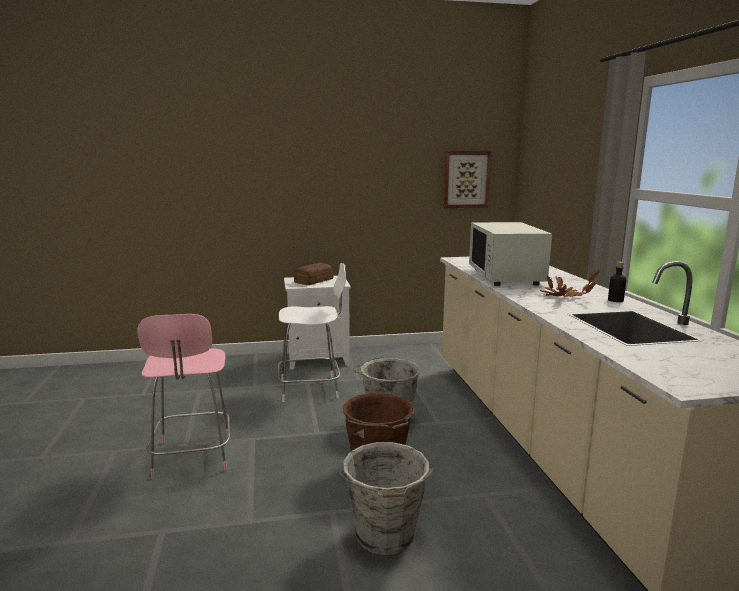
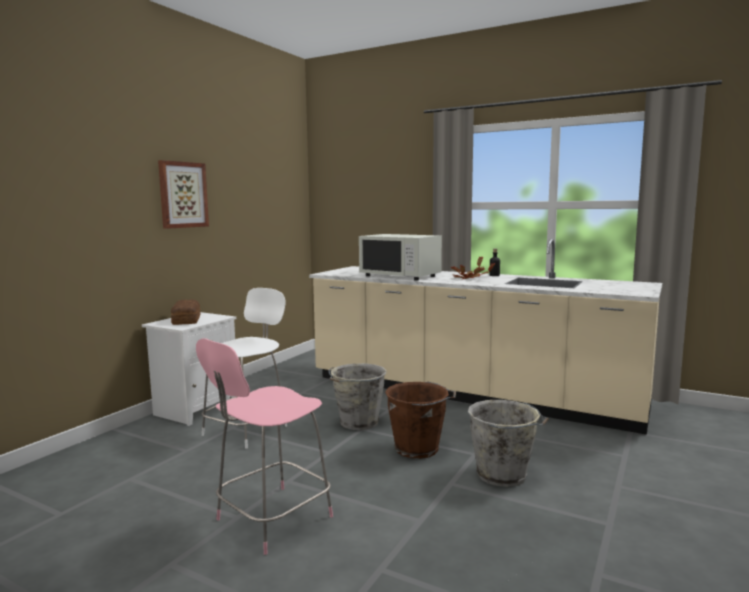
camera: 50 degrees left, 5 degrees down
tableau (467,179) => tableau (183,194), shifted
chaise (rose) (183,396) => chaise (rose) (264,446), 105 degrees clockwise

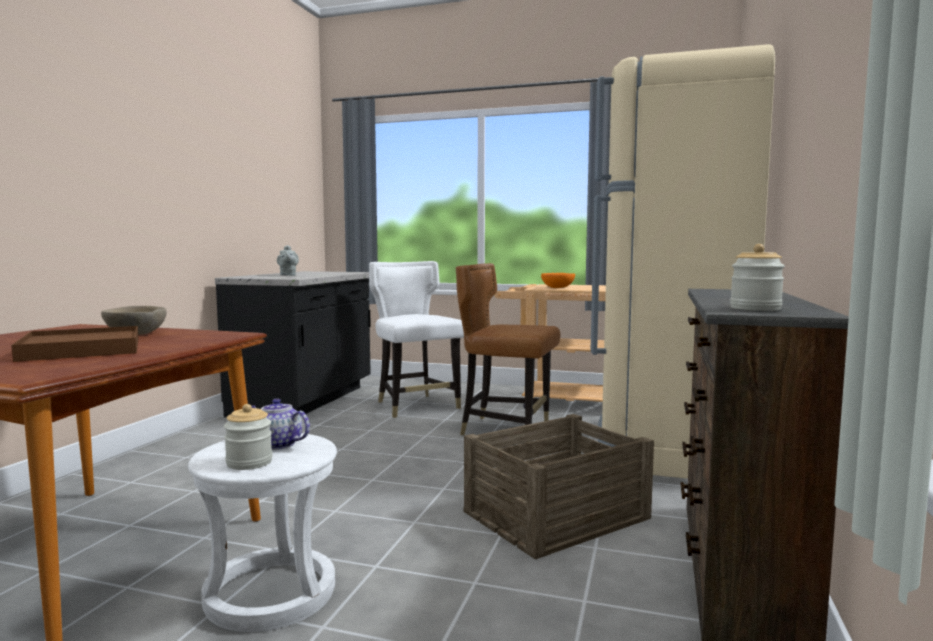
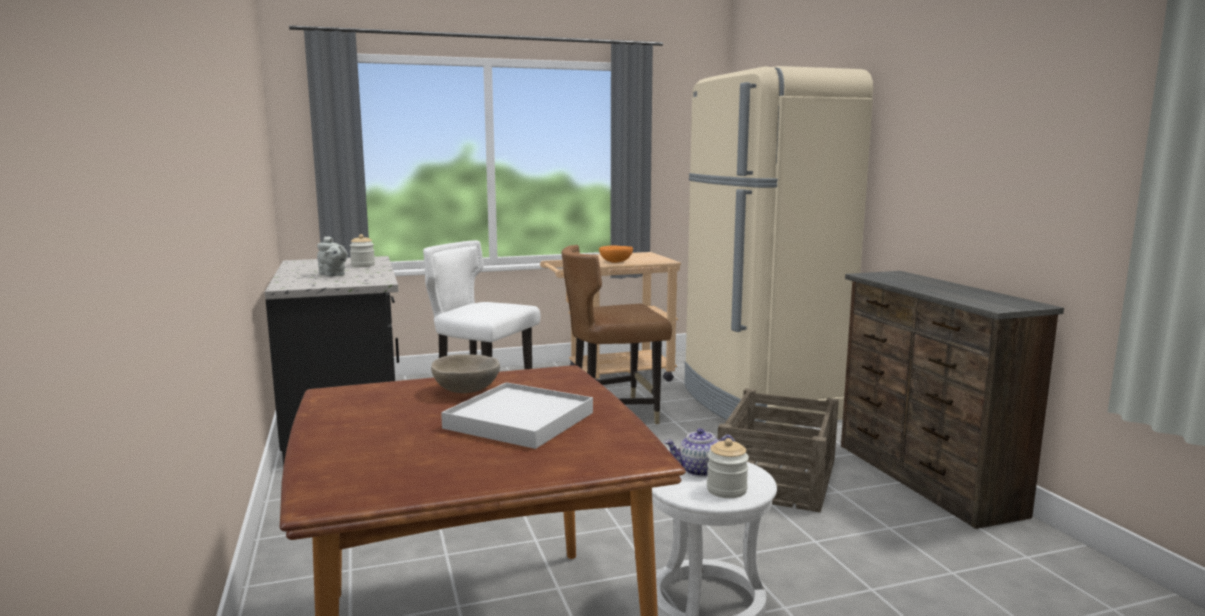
camera: 35 degrees left, 5 degrees up
bocal (757,277) => bocal (362,250), shifted
plateau (marron) (74,344) => plateau (blanc) (517,415)

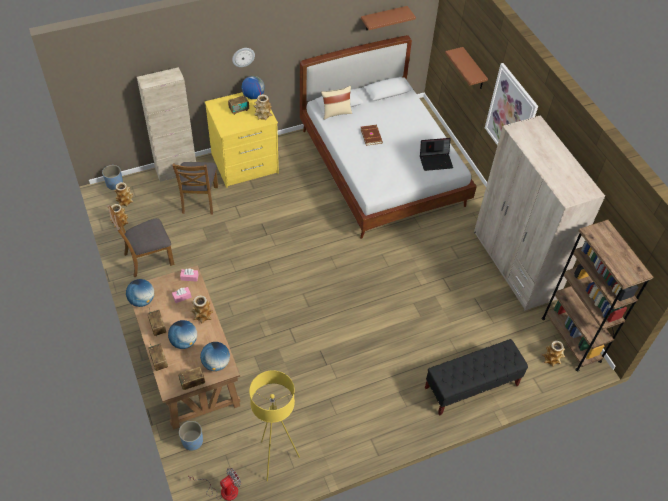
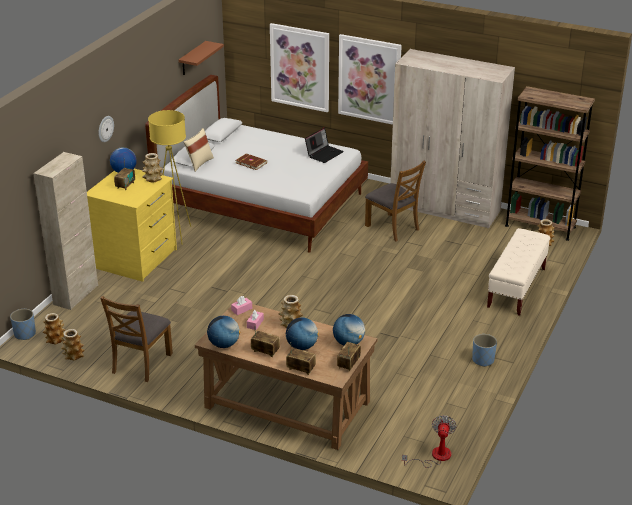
camera: 40 degrees left, 20 degrees down
chaise (marron) (195,188) => chaise (marron) (395,201), shifted
cache-pot (bleu) (191,436) => cache-pot (bleu) (484,350), shifted
lampadaire (jaune) (274,425) => lampadaire (jaune) (169,177), shifted
étagère (marron) (466,68) => tableau (299,67)
banc (noir) (476,377) => banc (beige) (518,272)

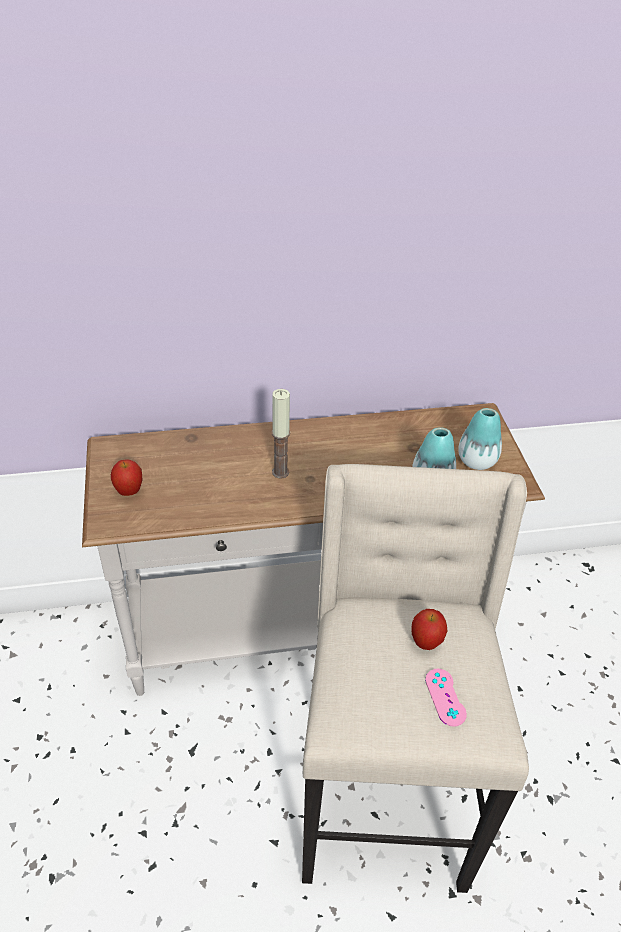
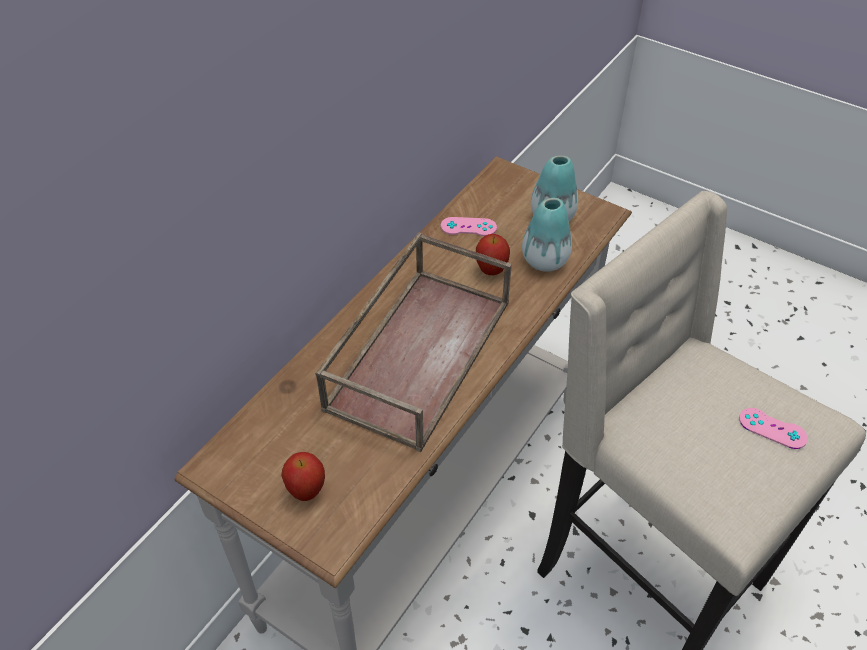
camera: 45 degrees left, 5 degrees up
nothing => manette (rose) (469,226)
pomme (429,629) => pomme (493,254), shifted
bougie (281,434) => plateau (marron) (413,342)

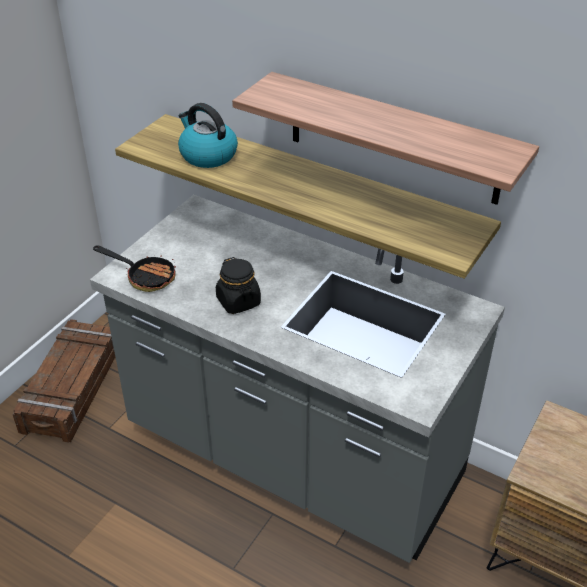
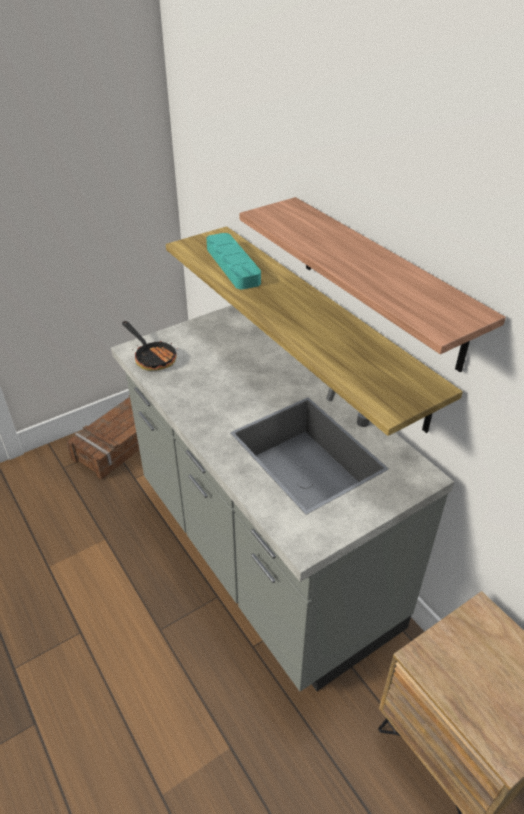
camera: 25 degrees right, 0 degrees up
bocal (noir) (238,285) => nothing
bouilloire (208,135) => plateau (turquoise) (233,261)

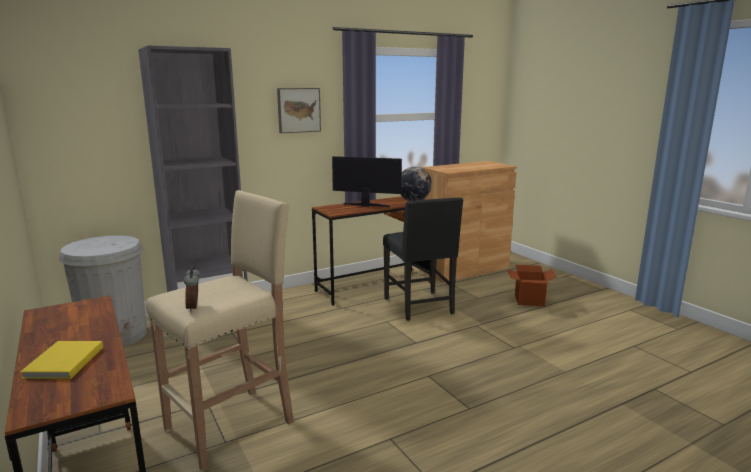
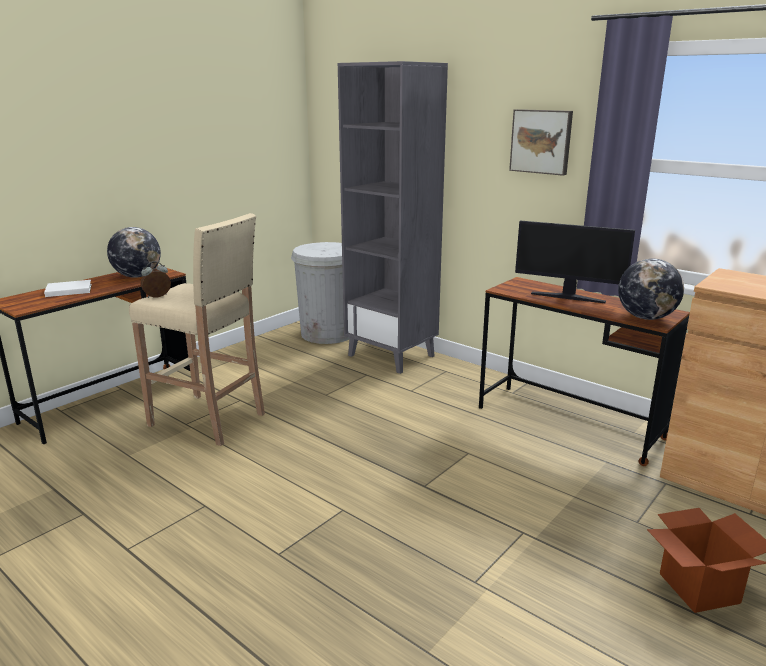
camera: 70 degrees right, 5 degrees up
chaise (noir) (423,259) => nothing
nothing => globe (134,252)
livre (jaune) (61,360) => livre (blanc) (68,288)
écran d'ordinateur (367,181) => écran d'ordinateur (575,262), 120 degrees clockwise

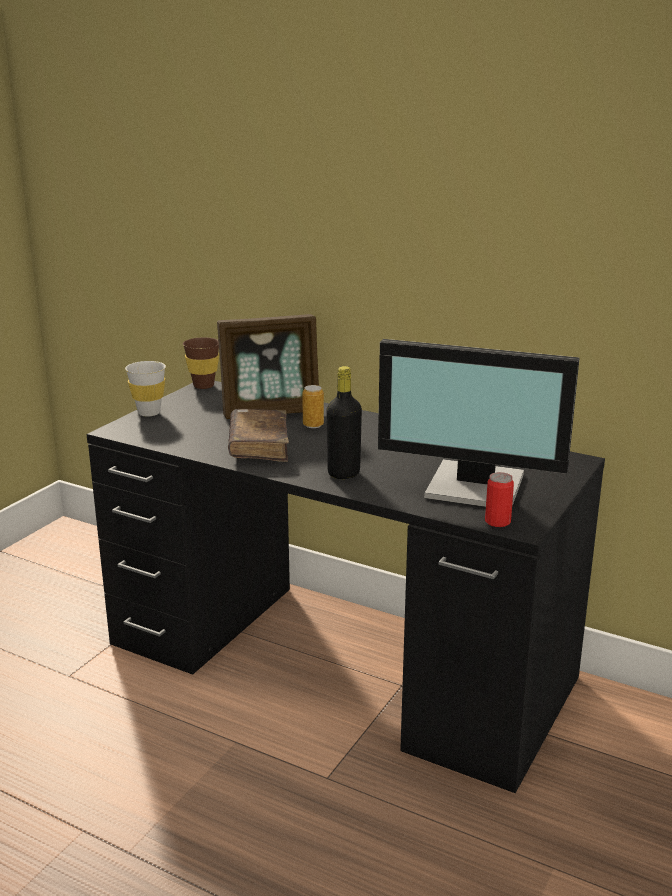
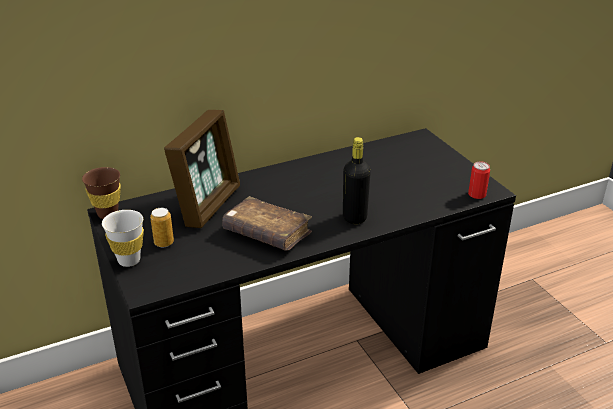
camera: 55 degrees left, 10 degrees up
écran d'ordinateur (479,423) => nothing
boîte métallique (313,406) => boîte métallique (162,227), shifted

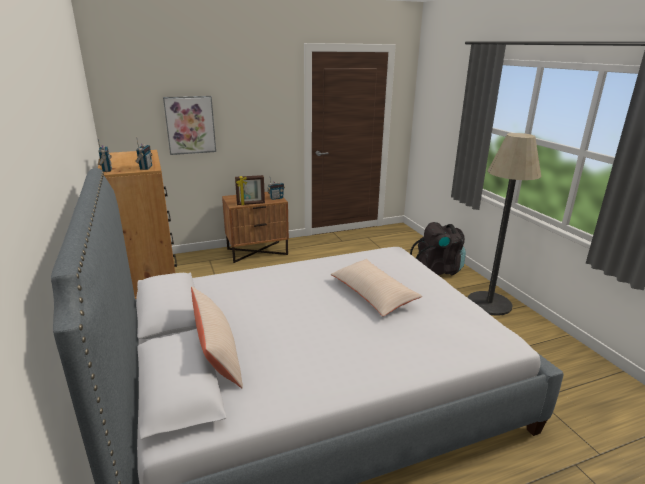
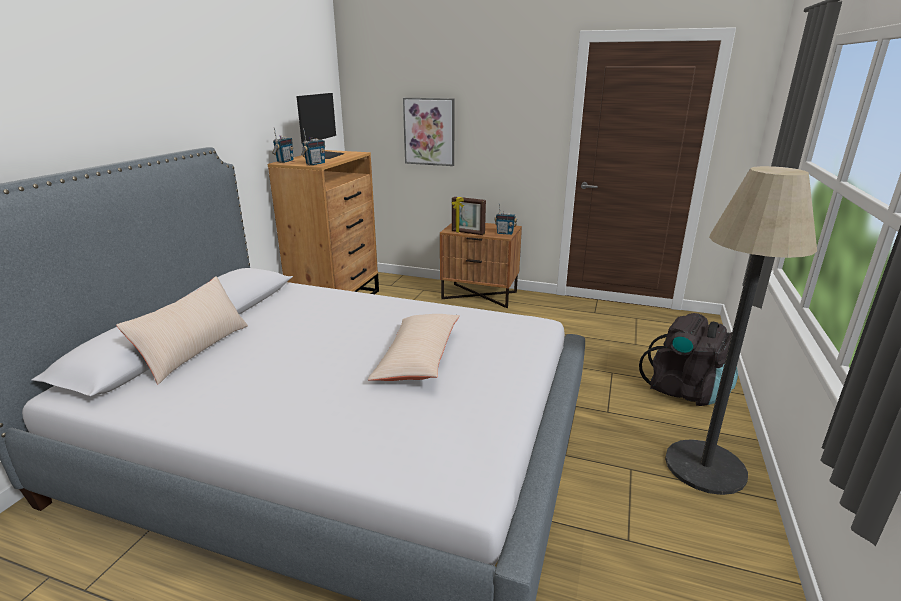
camera: 40 degrees right, 0 degrees up
nothing => écran d'ordinateur (320,126)

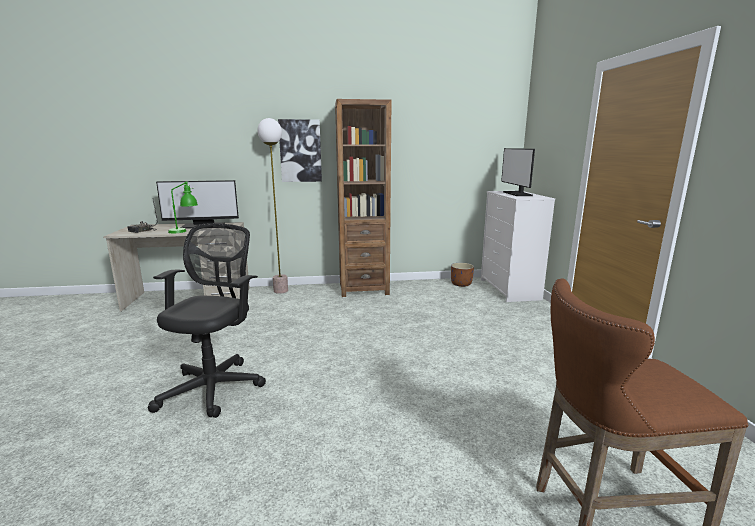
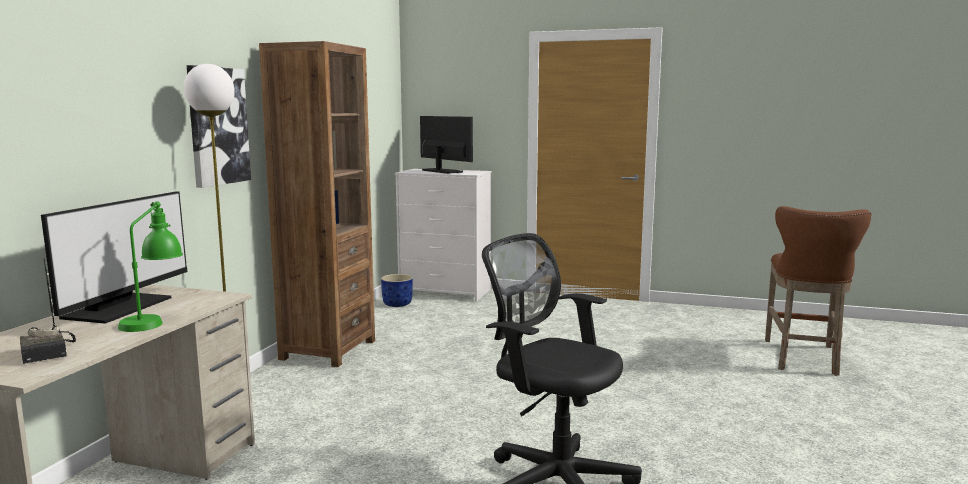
camera: 65 degrees left, 5 degrees down
cache-pot (marron) (462,275) => cache-pot (bleu) (397,290)
écran d'ordinateur (518,172) => écran d'ordinateur (446,145), 150 degrees counterclockwise

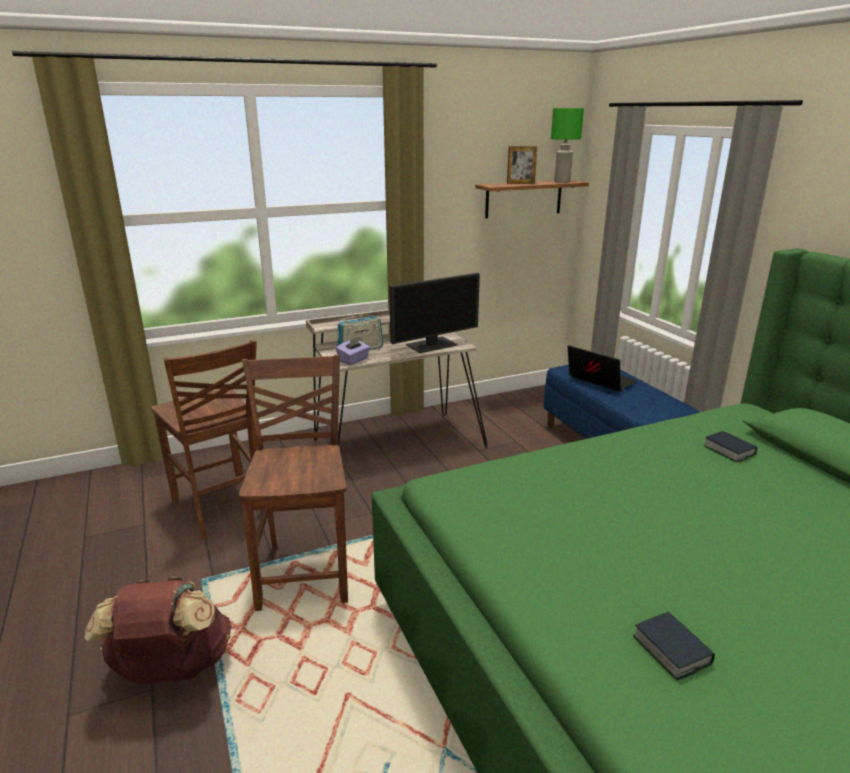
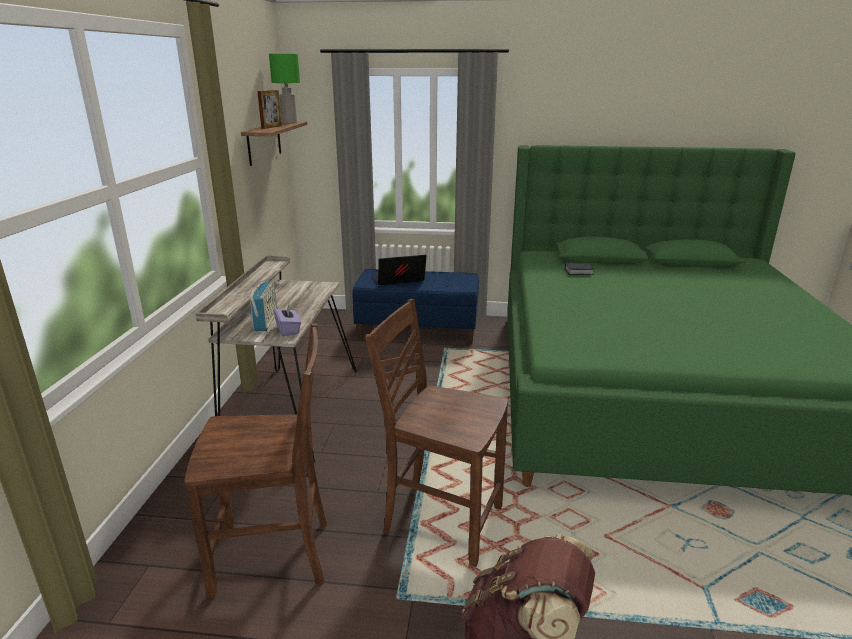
camera: 60 degrees left, 0 degrees up
écran d'ordinateur (434,313) => nothing
livre (674,646) => nothing

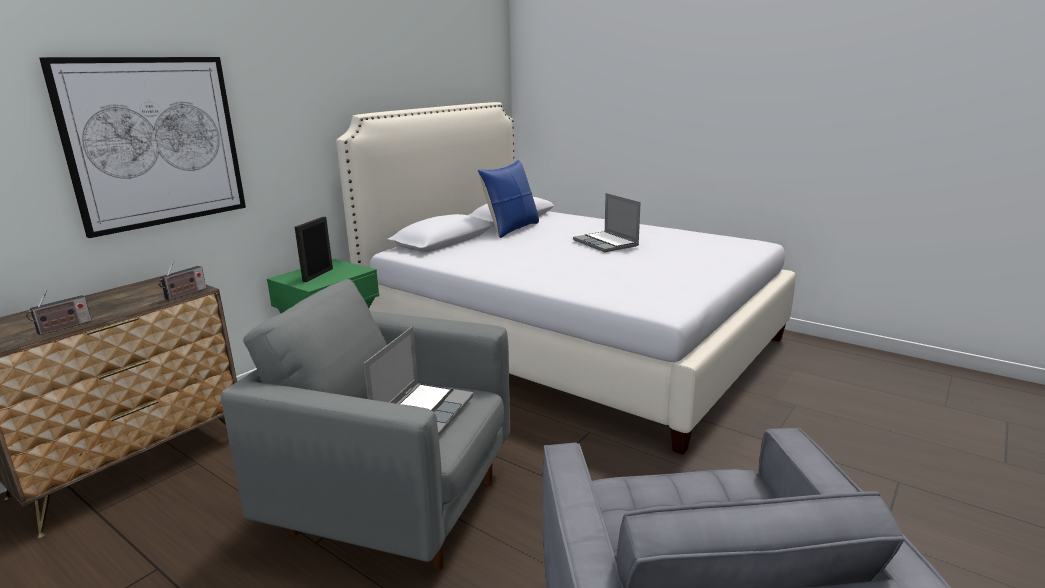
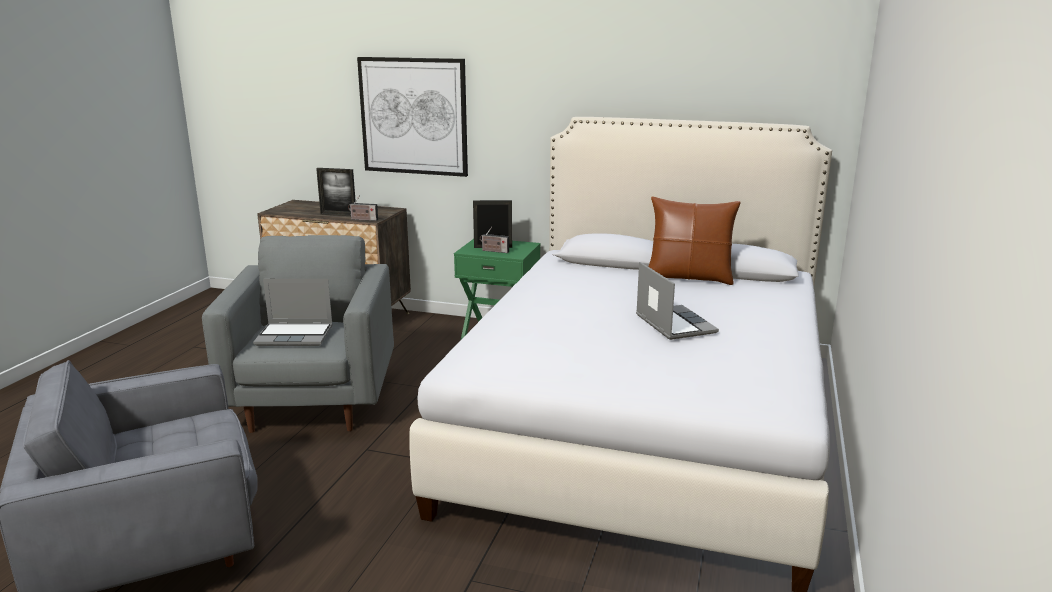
camera: 70 degrees right, 0 degrees up
nothing => cadre photo (335,192)
radio (59,312) => radio (494,240), shifted
coussin (bleu) (508,199) => coussin (marron) (694,241)
ordinateur portable (607,222) => ordinateur portable (677,301), 120 degrees clockwise

